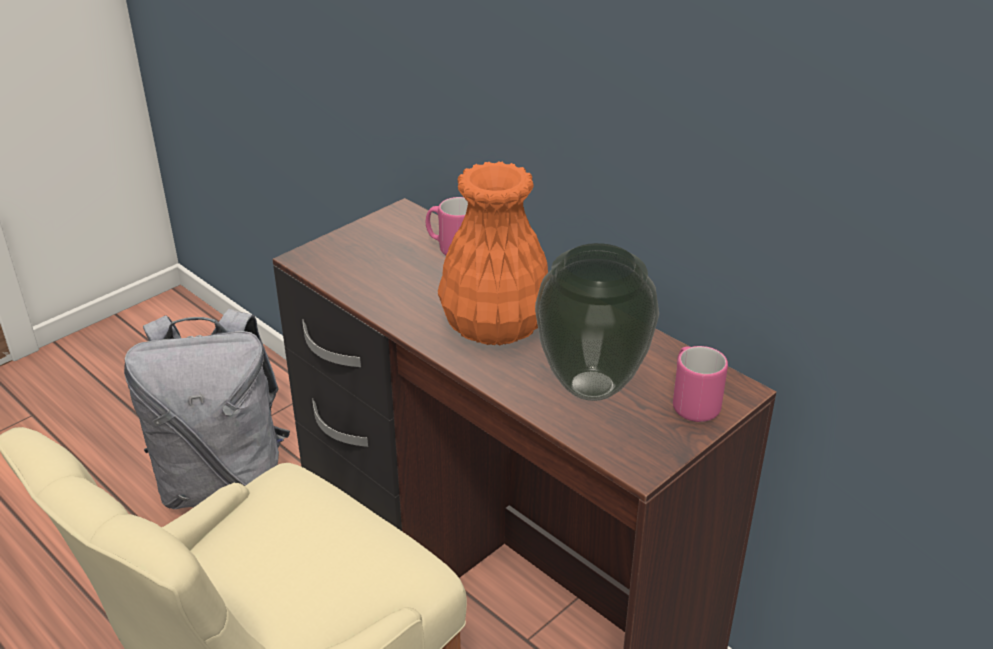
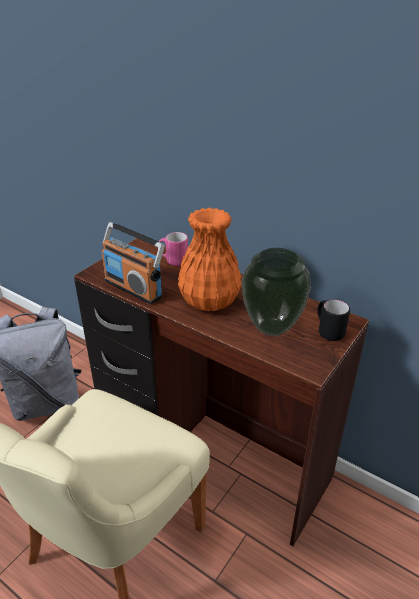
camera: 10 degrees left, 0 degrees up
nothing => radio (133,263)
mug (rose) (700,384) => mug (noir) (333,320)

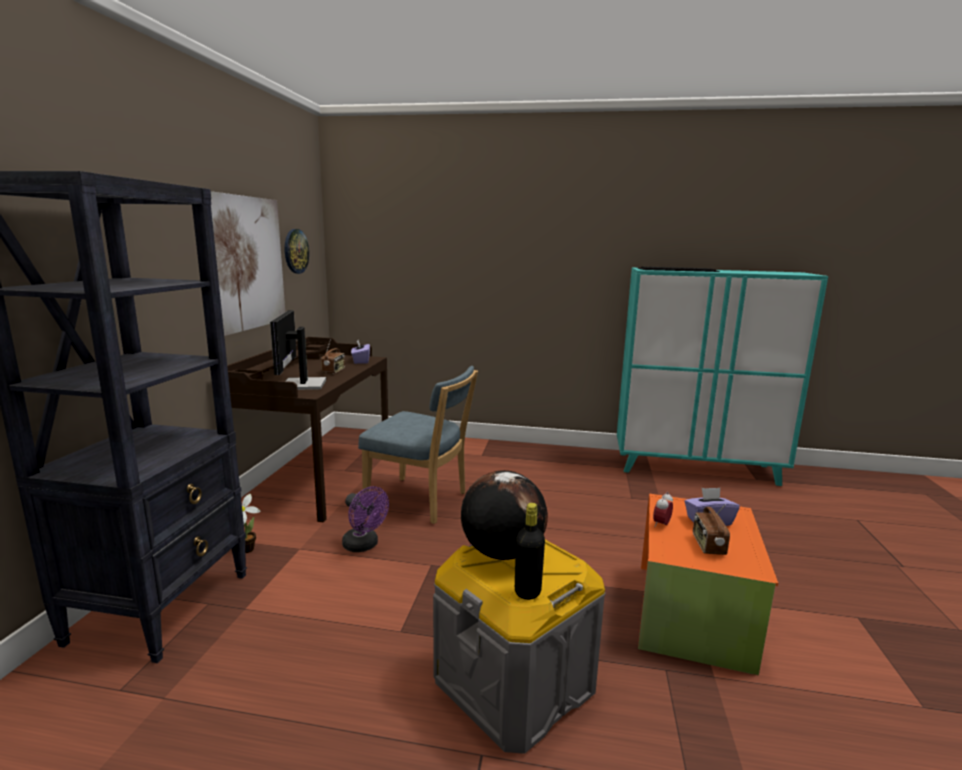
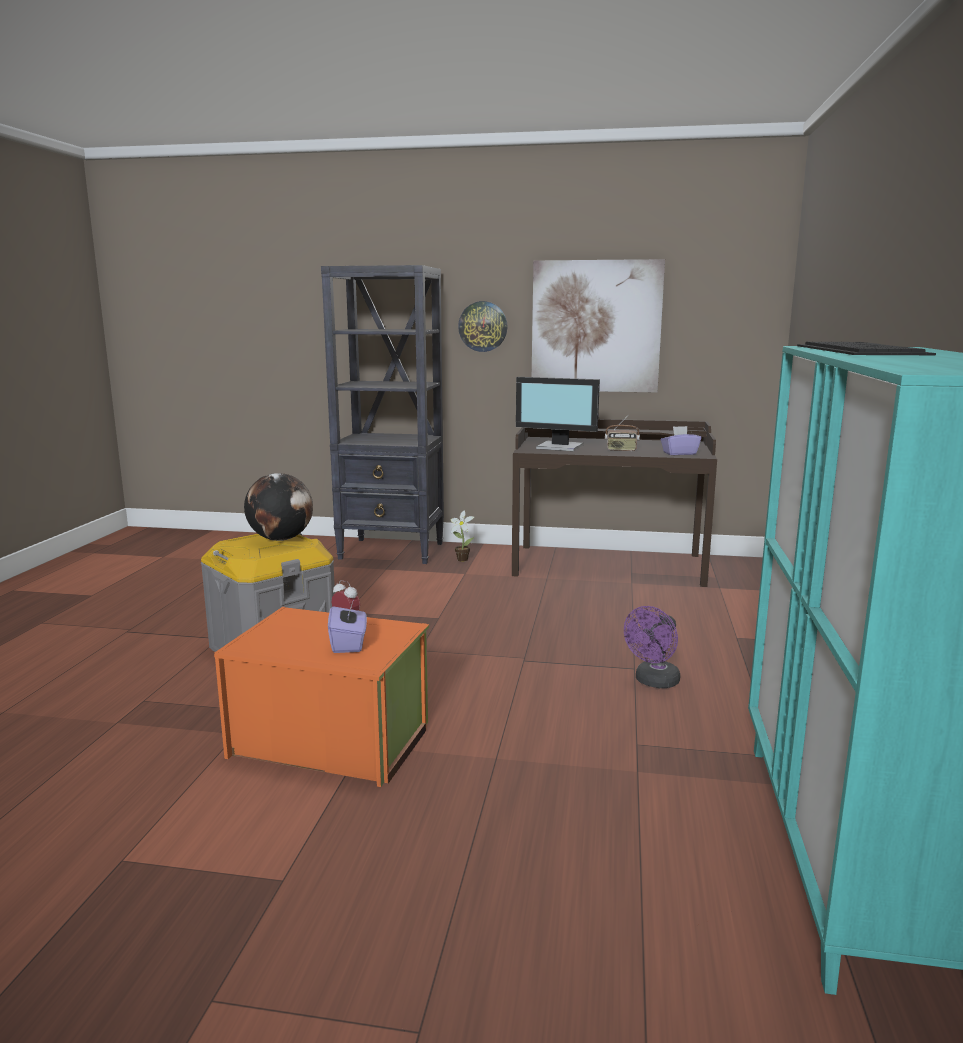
camera: 90 degrees right, 0 degrees up
chaise (bleu) (418,445) => nothing
bouteille (noir) (530,551) => nothing
radio (711,529) => nothing
horloge murale (296,251) => horloge murale (483,326), shifted
ventilateur (violet) (365,519) => ventilateur (violet) (652,647), shifted
écran d'ordinateur (298,350) => écran d'ordinateur (558,414), 150 degrees counterclockwise

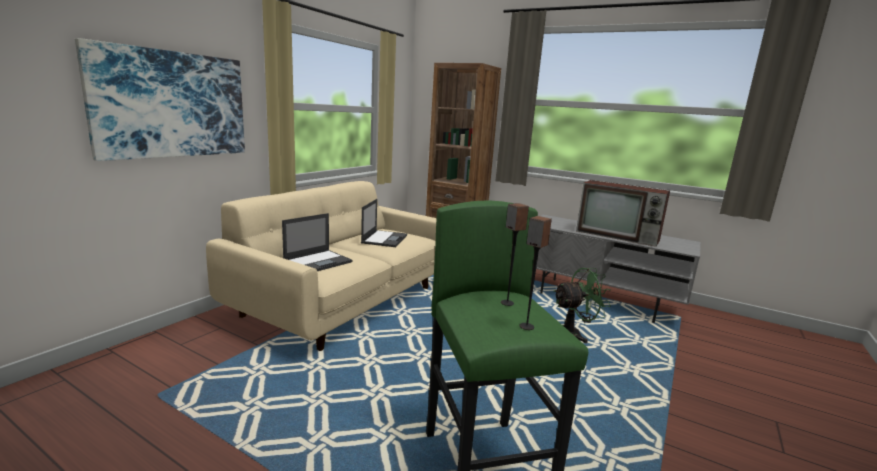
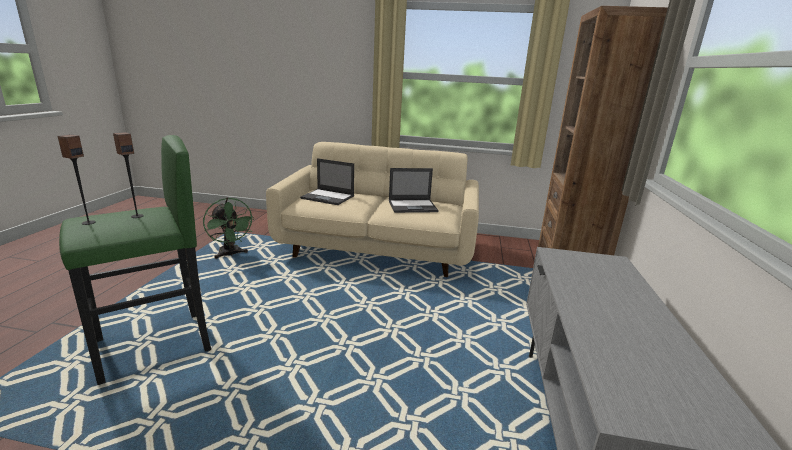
camera: 70 degrees right, 5 degrees up
tableau (160,99) => nothing
téléviseur (623,213) => nothing
ventilateur (vert) (582,305) => ventilateur (vert) (229,228), shifted

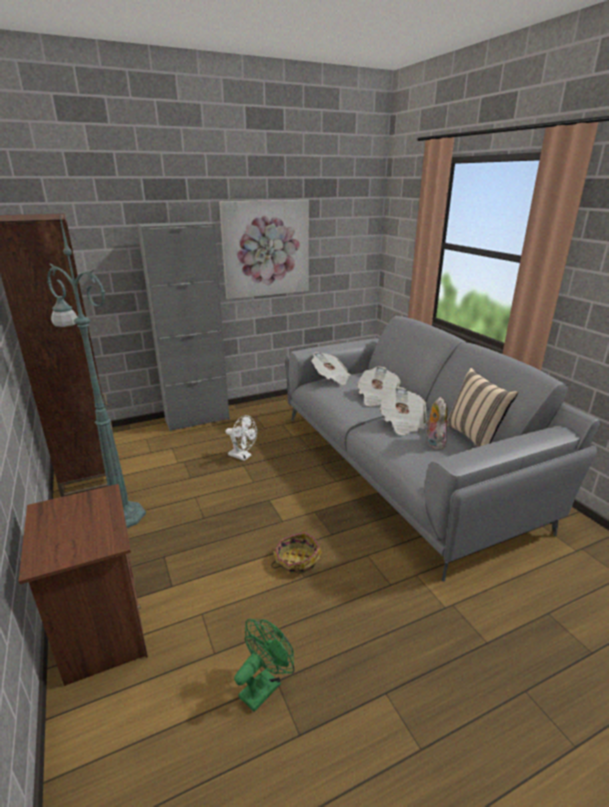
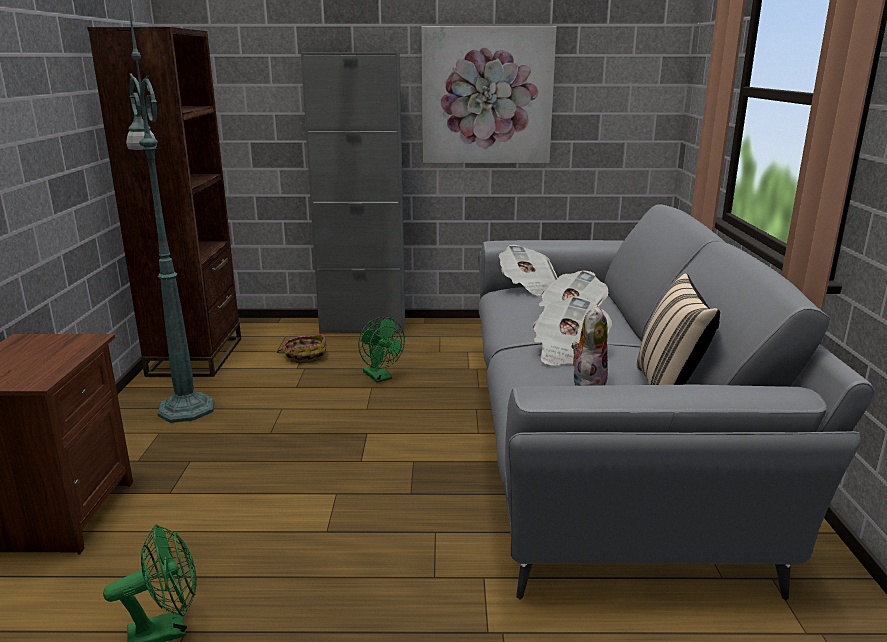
camera: 25 degrees right, 5 degrees down
panier (297,552) => panier (301,348), shifted
ventilateur (blanc) (241,438) => ventilateur (vert) (381,350)

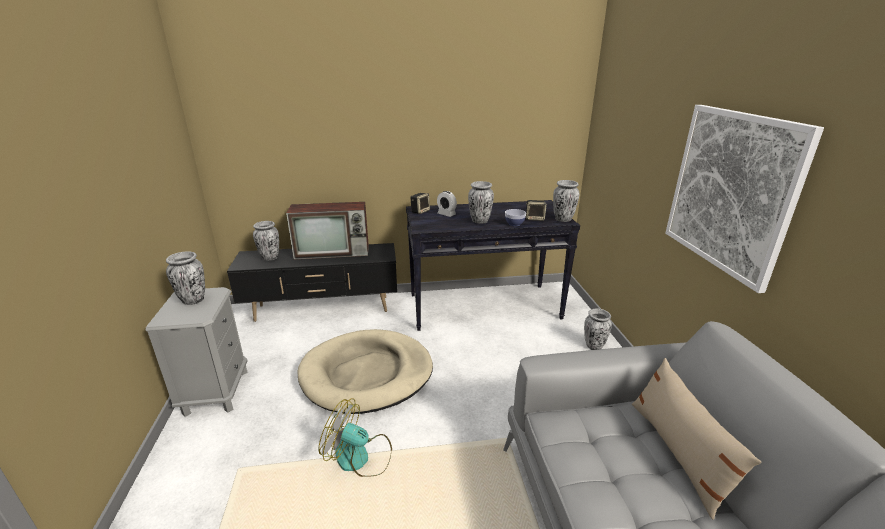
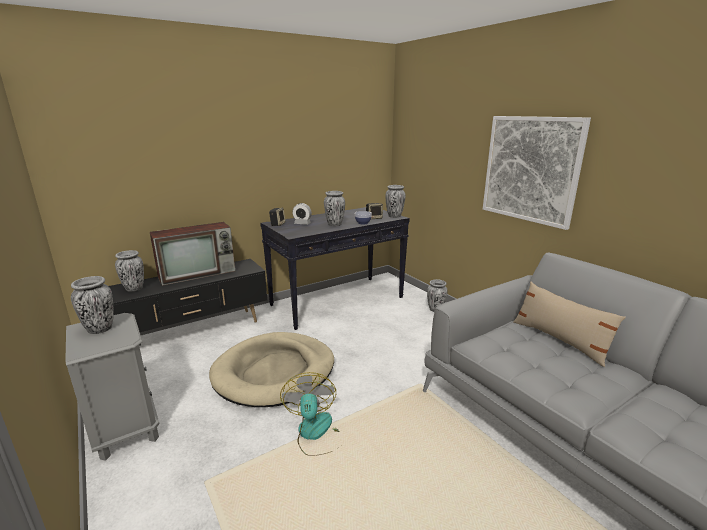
camera: 25 degrees left, 5 degrees down
ventilateur (355,437) => ventilateur (310,414), 90 degrees clockwise

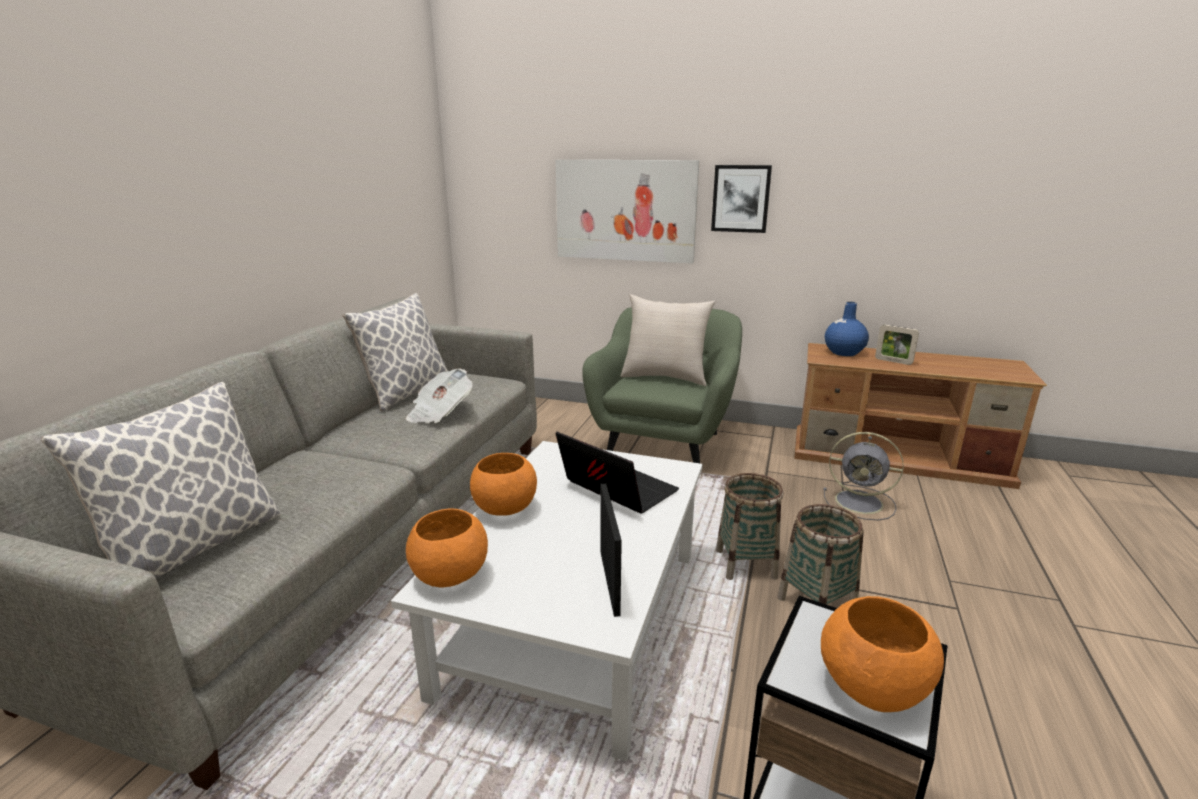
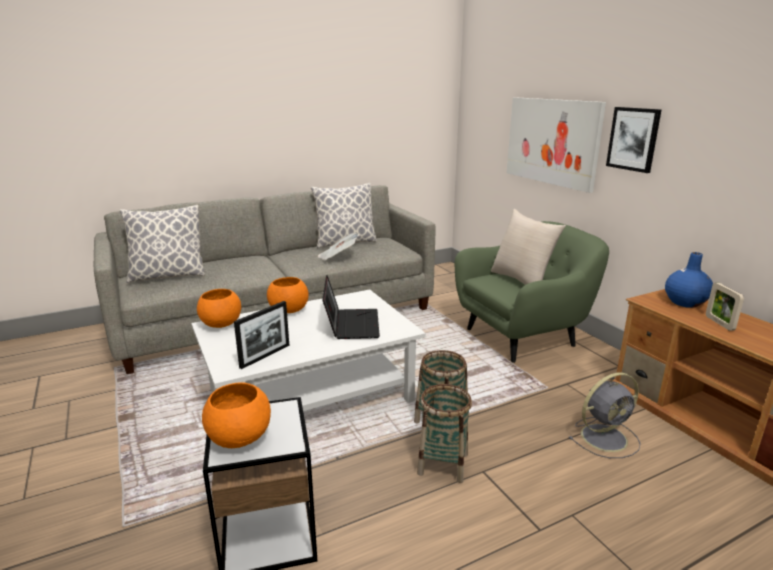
camera: 45 degrees right, 0 degrees up
ventilateur (gris) (863,476) => ventilateur (gris) (604,415), 90 degrees counterclockwise

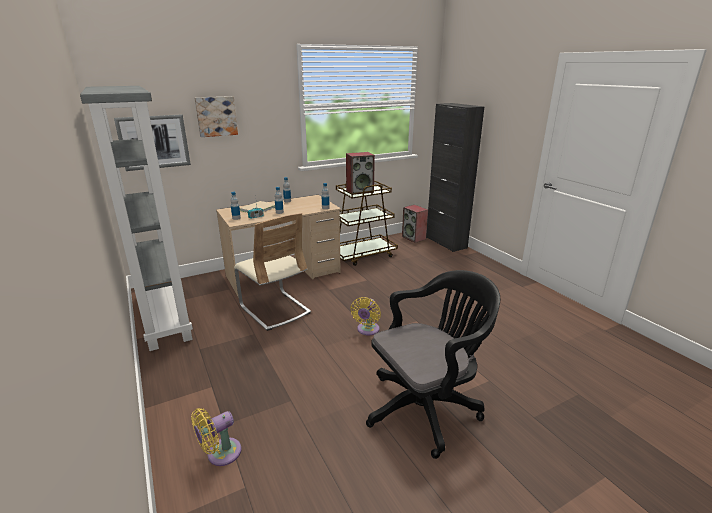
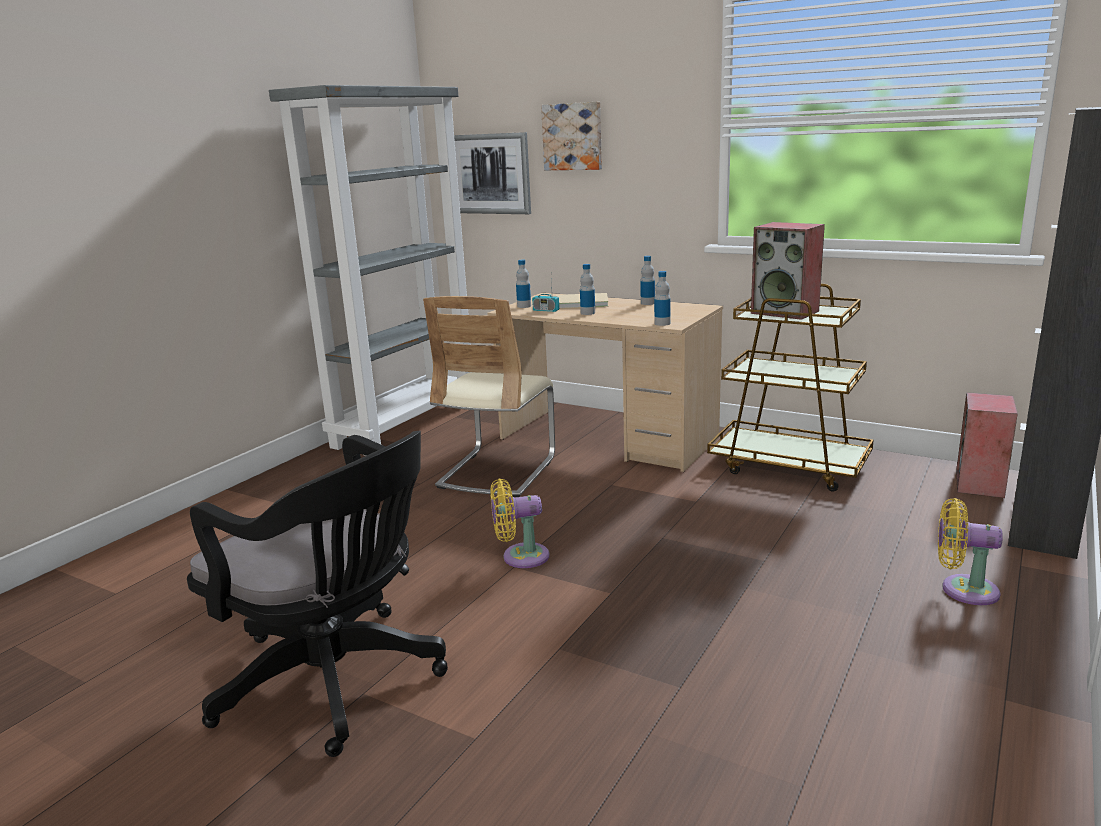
camera: 60 degrees right, 5 degrees down
ventilateur (jaune) (216,437) => ventilateur (jaune) (970,551), shifted

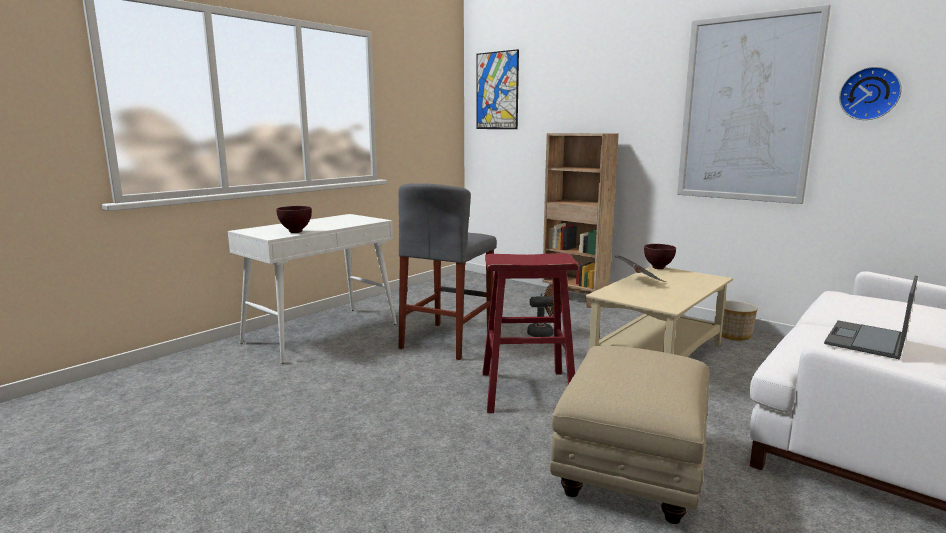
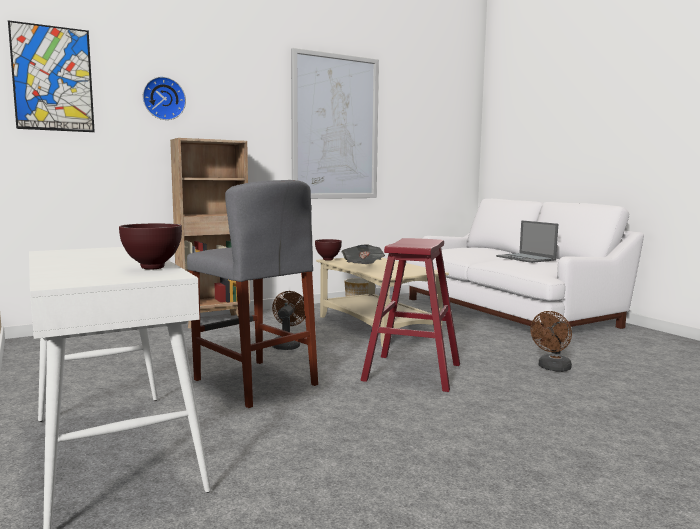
camera: 70 degrees left, 5 degrees down
horloge murale (870,93) => horloge murale (164,98), shifted
pouf (beige) (630,434) => ventilateur (marron) (551,341)

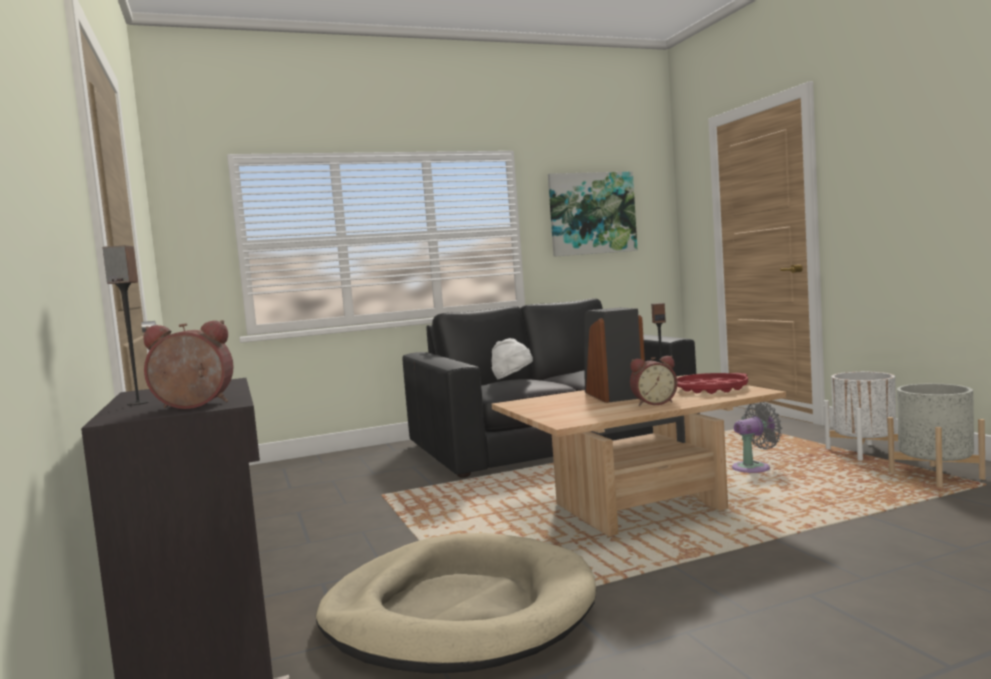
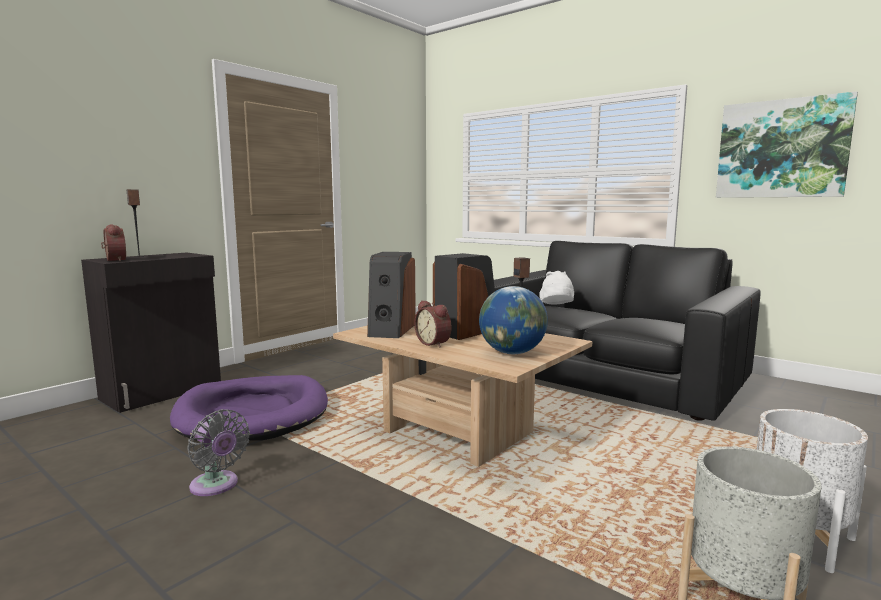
camera: 60 degrees right, 5 degrees up
nothing => enceinte (391,295)
ventilateur (gris) (757,437) => ventilateur (gris) (218,452), shifted
plateau (rouge) (712,383) => globe (513,320)
panier pour chien (beige) (456,603) => panier pour chien (violet) (249,408)

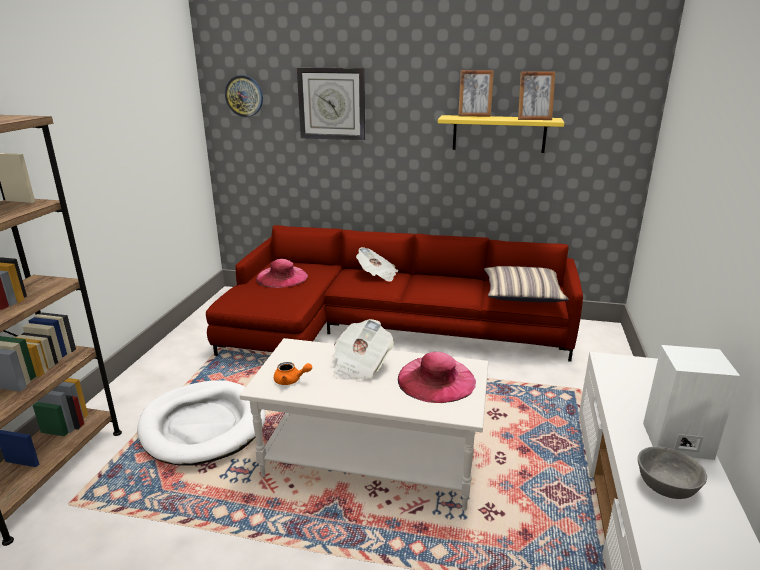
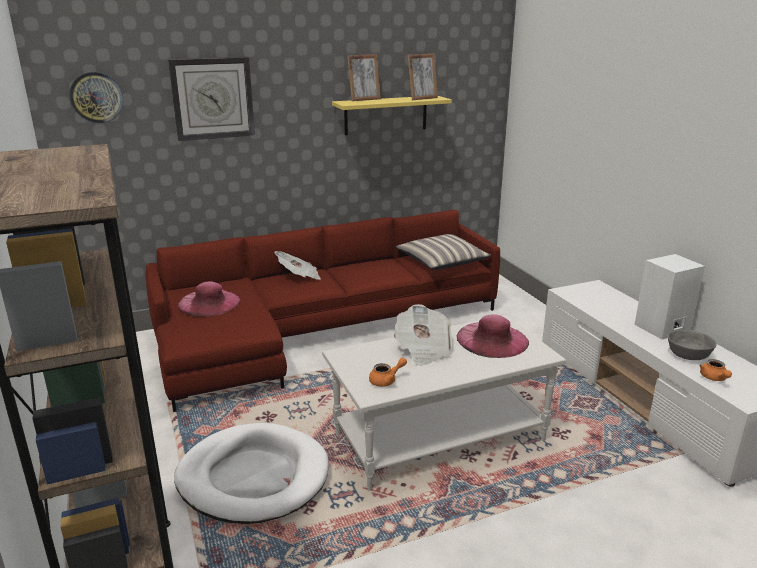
camera: 35 degrees left, 0 degrees up
nothing => théière (orange) (715,370)

